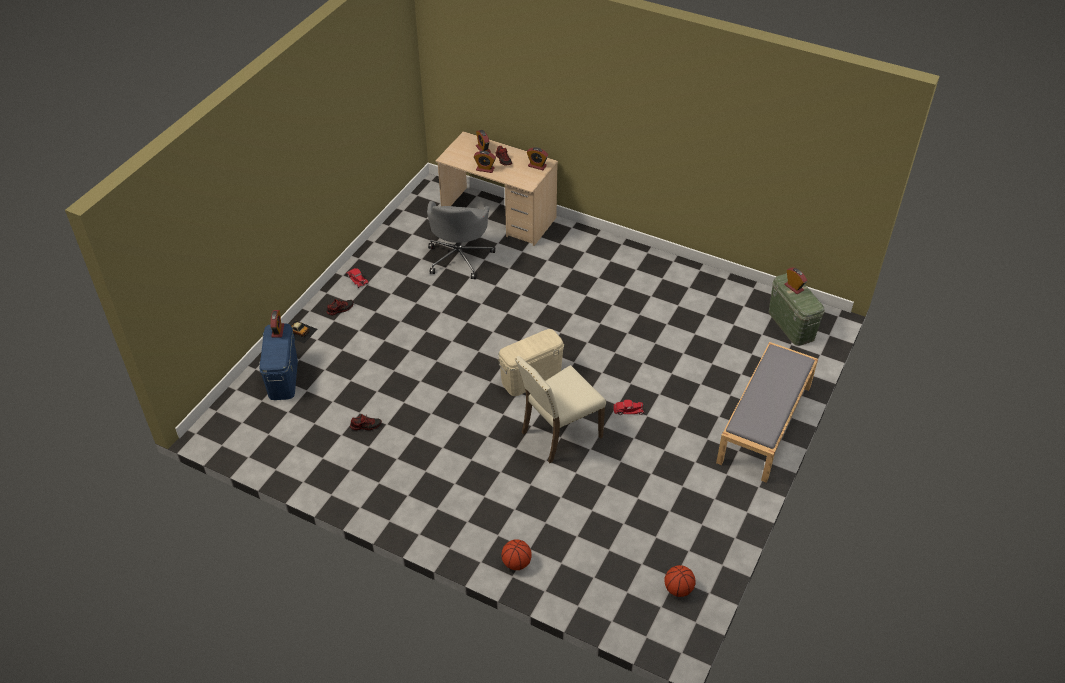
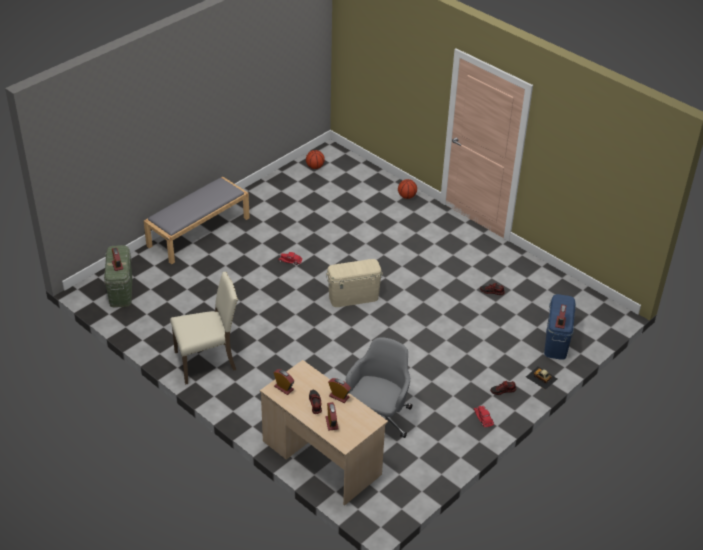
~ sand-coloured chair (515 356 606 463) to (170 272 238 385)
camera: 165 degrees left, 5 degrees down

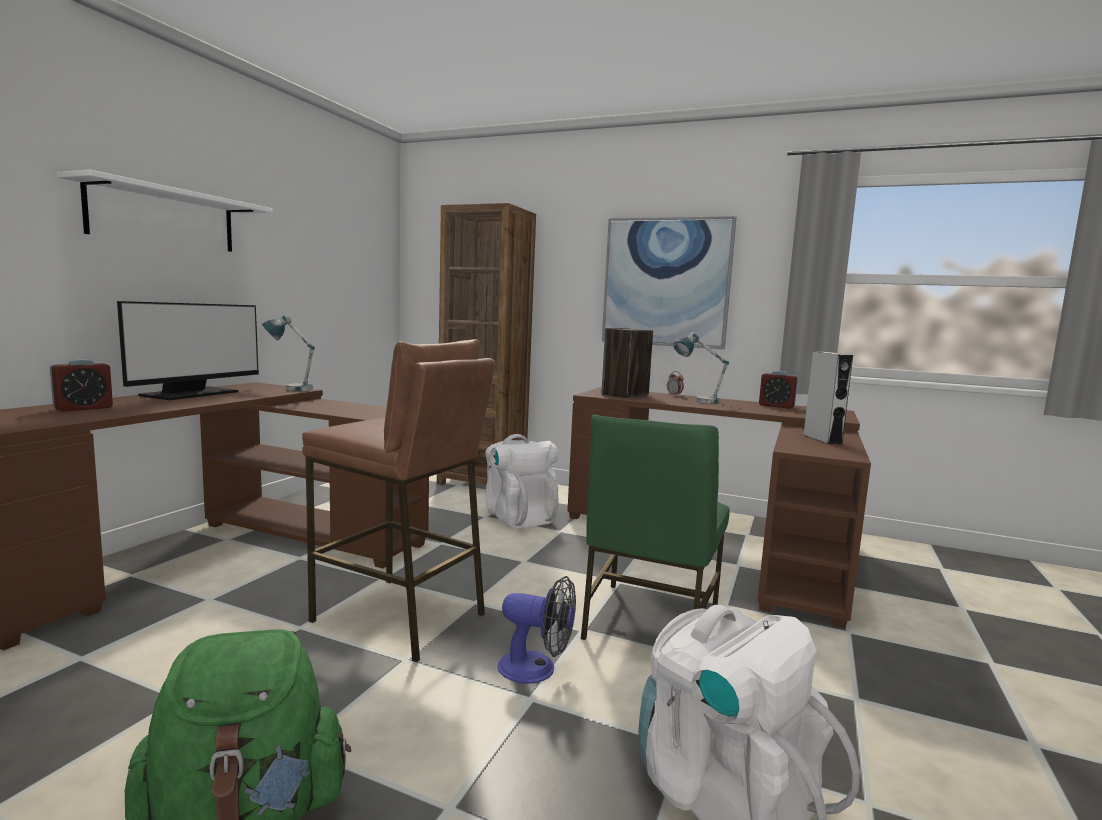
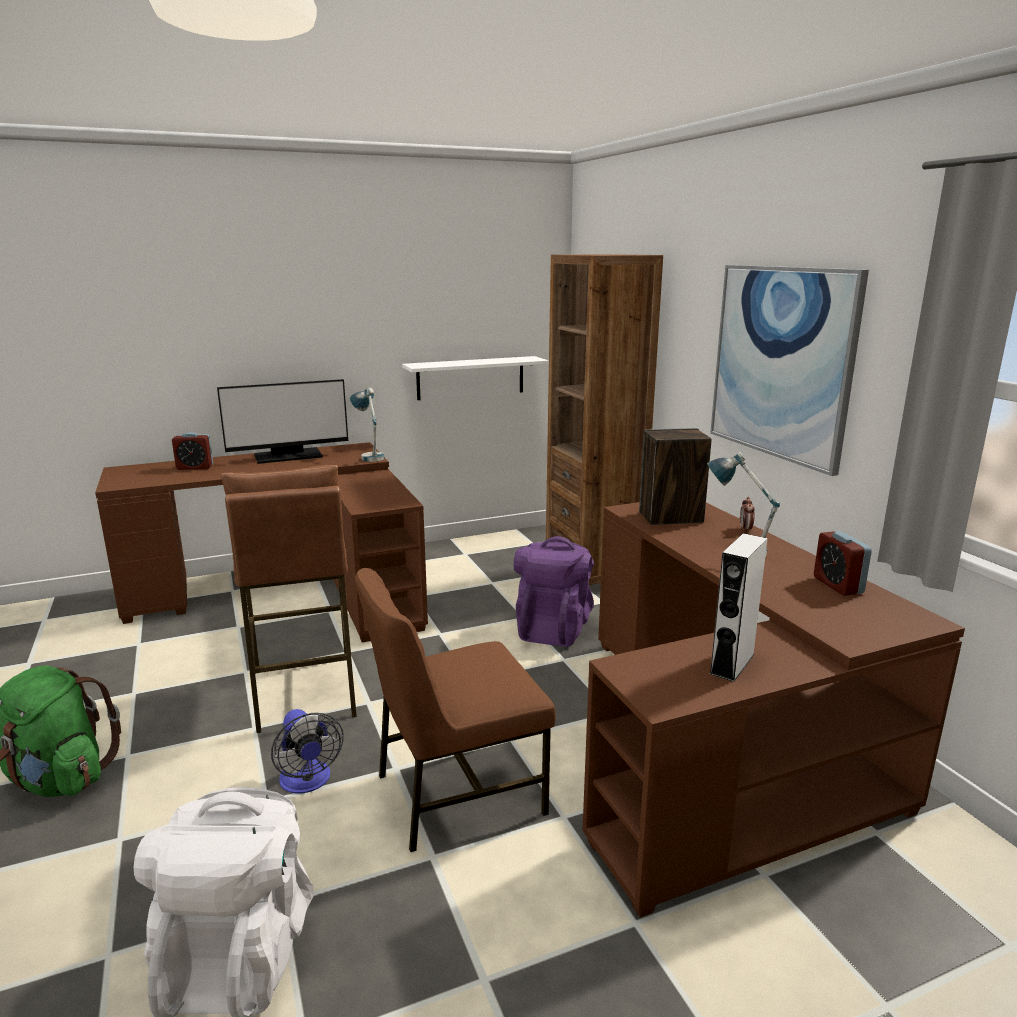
~ white-coloured wall shelf (57 170 273 252) to (402 356 549 400)
~ white-coloured knapsack (485 434 559 529) to purple-coloured knapsack (514 536 594 647)
~ greenish chair (581 415 729 640) to brown chair (355 568 556 852)
camera: 45 degrees right, 10 degrees up

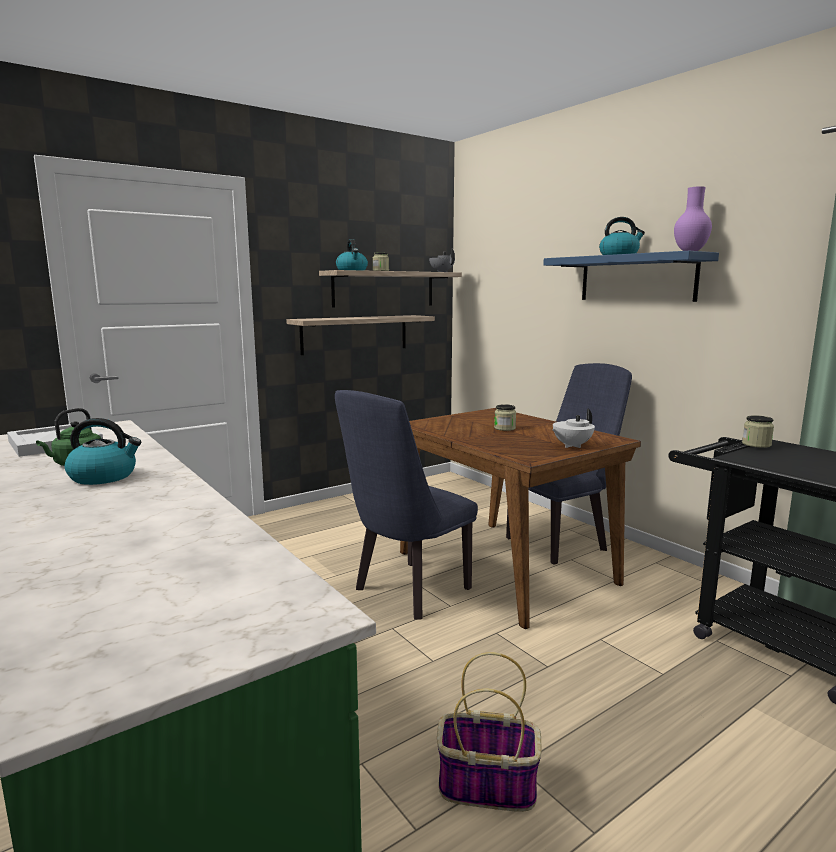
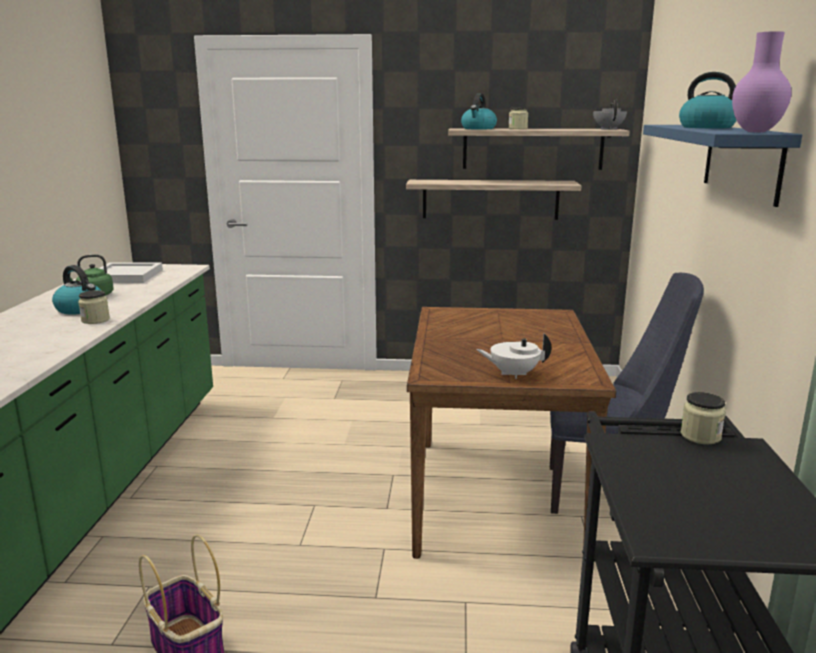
- blue-coloured chair (335 390 478 619)
~ jar (494 404 516 431) to (78 290 110 324)
camera: 40 degrees right, 5 degrees up

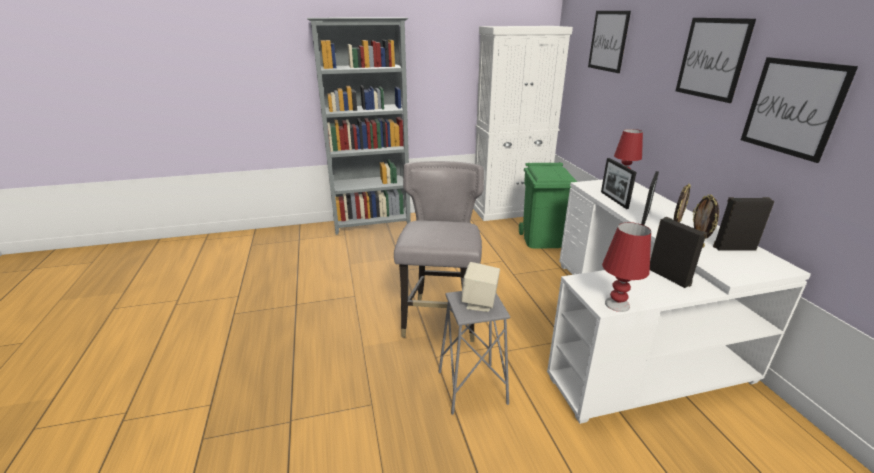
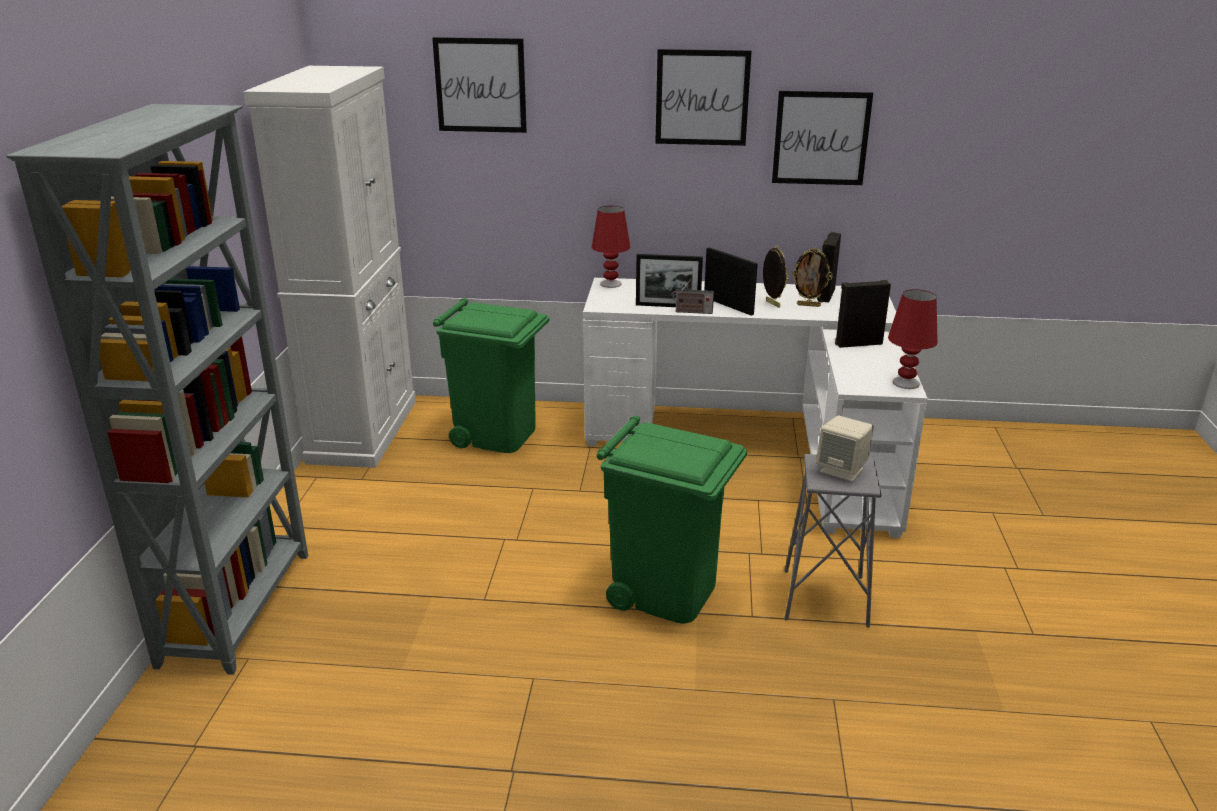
+ radio set (672 279 714 314)
~ gray chair (394 161 484 342) to greenish trash can (596 415 747 624)
camera: 70 degrees left, 0 degrees up

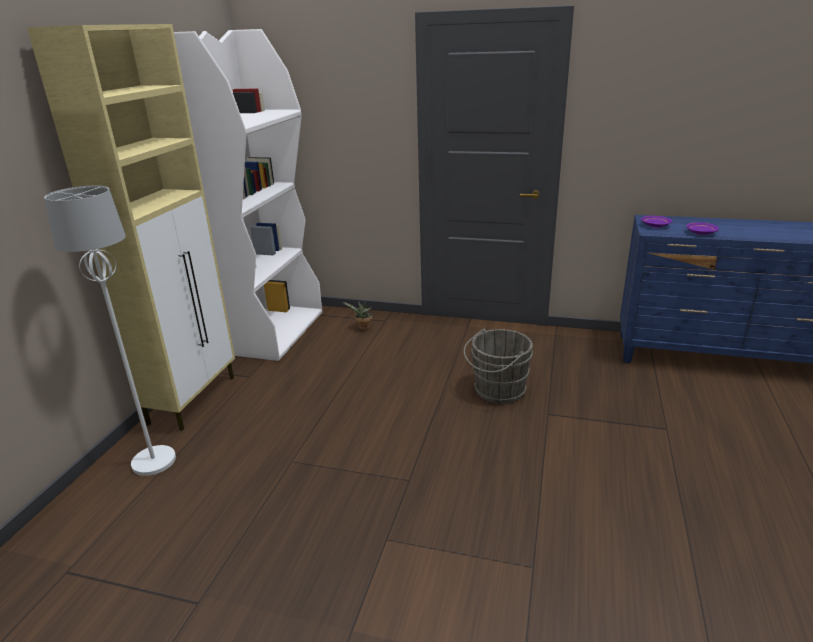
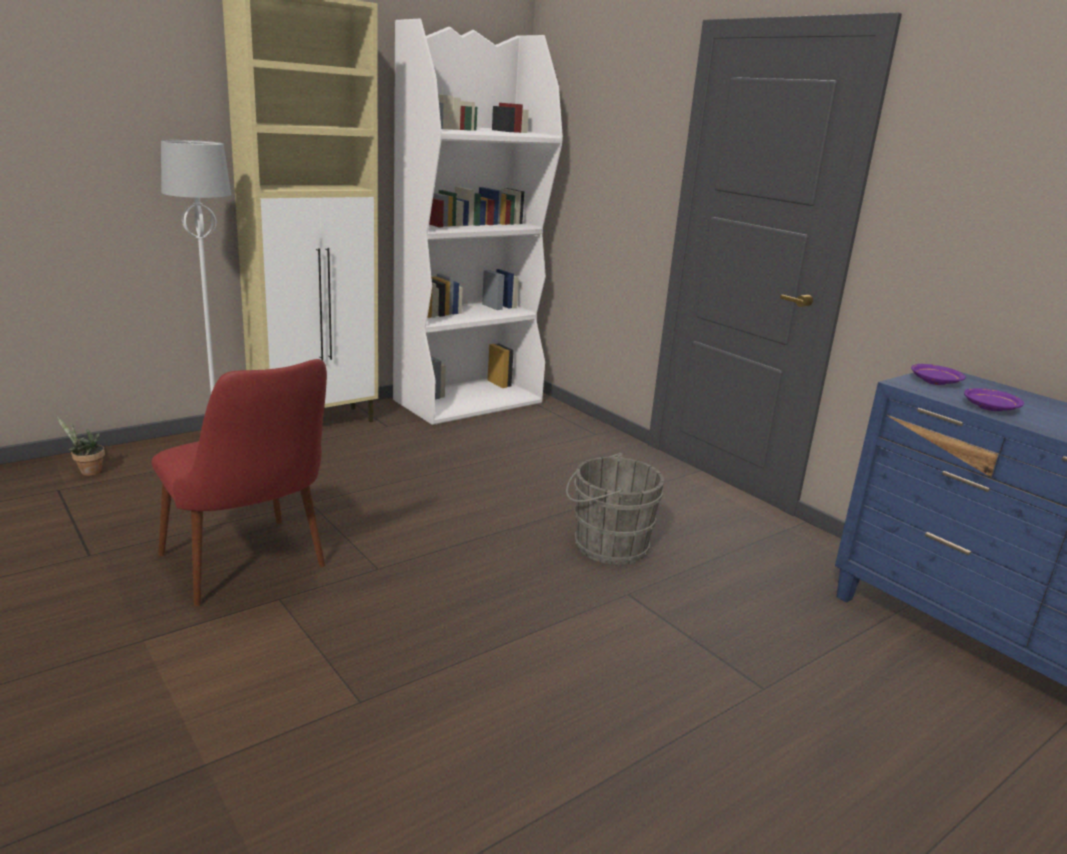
+ reddish chair (151 359 327 606)
~ houseplant (342 302 372 330) to (57 417 105 476)
camera: 35 degrees right, 5 degrees down

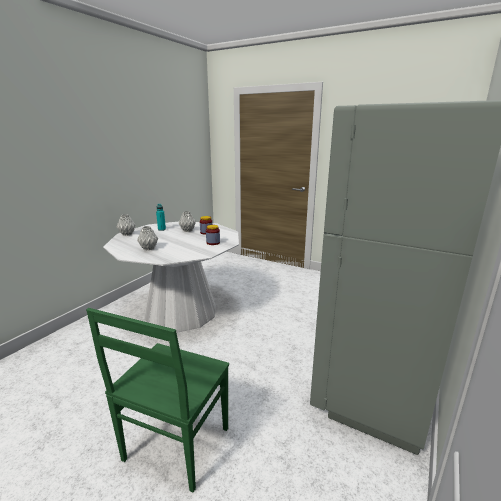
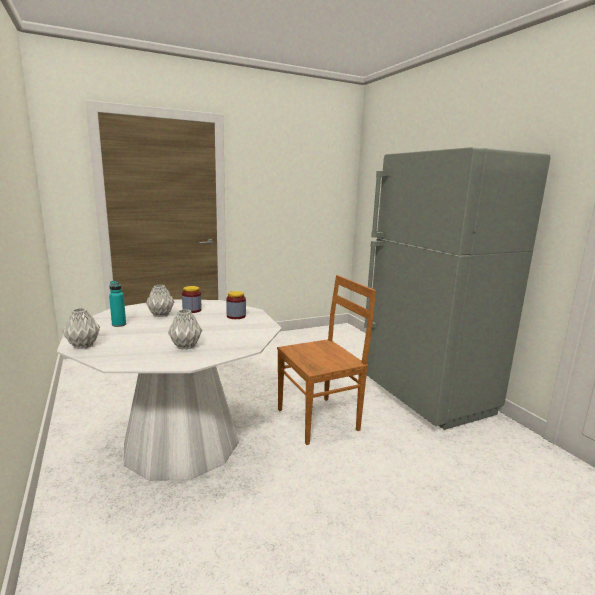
- greenish chair (86 308 229 492)
+ brown chair (277 275 376 445)
camera: 55 degrees left, 5 degrees down

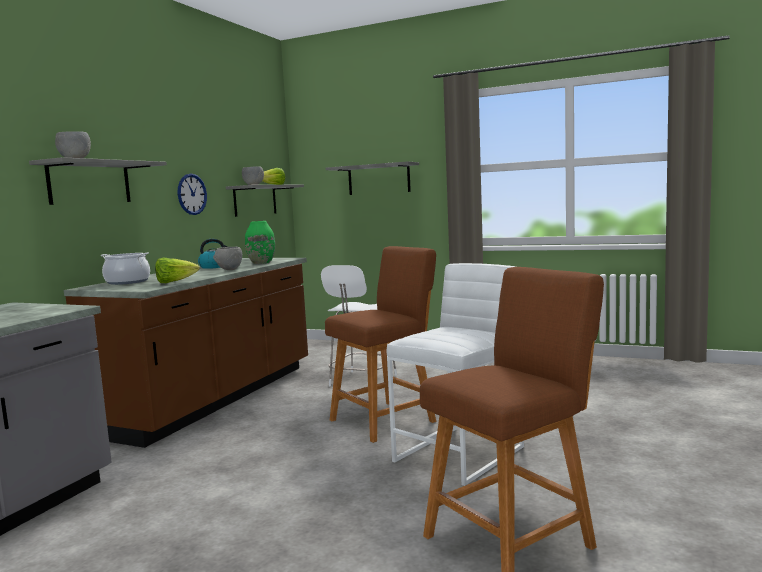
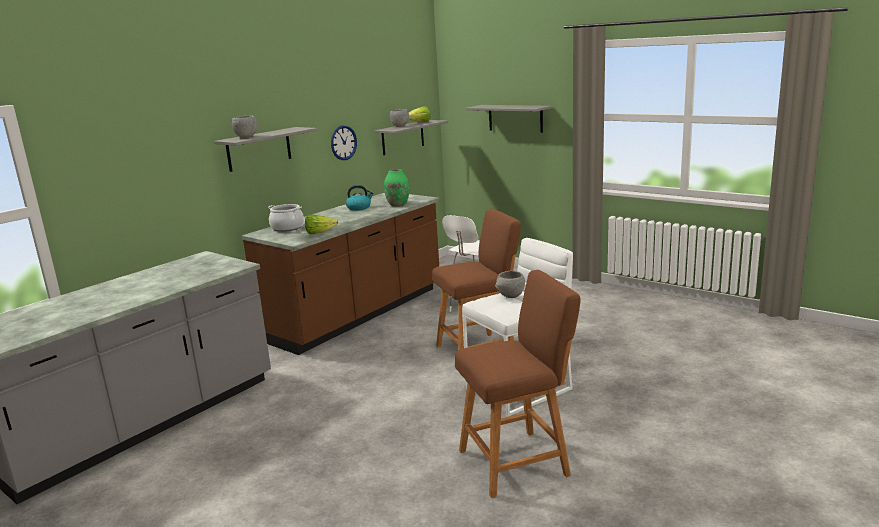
~ gray serving bowl (213 247 242 270) to (495 271 525 298)
camera: 15 degrees right, 10 degrees up

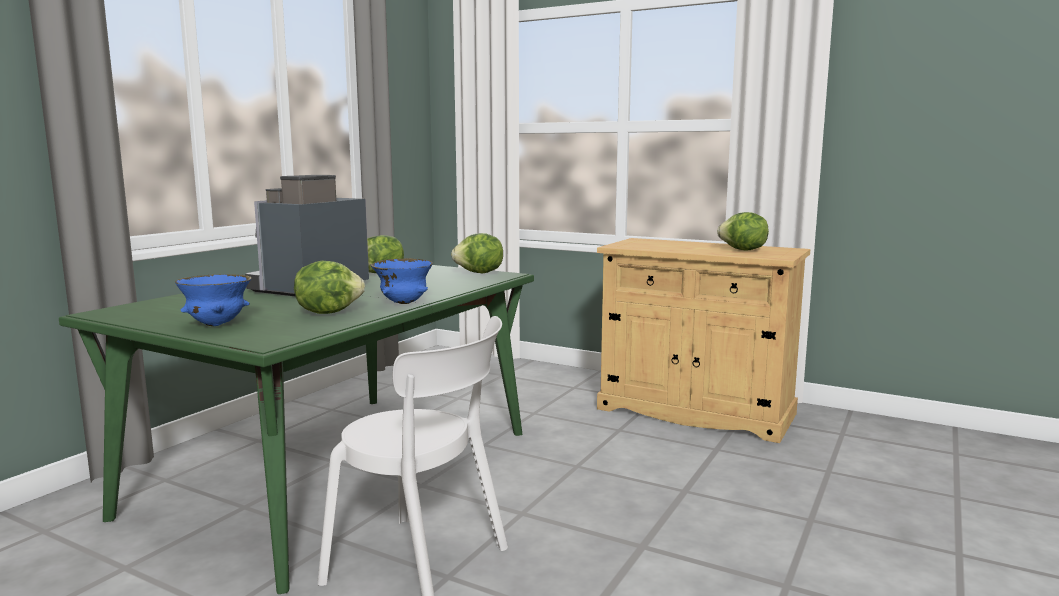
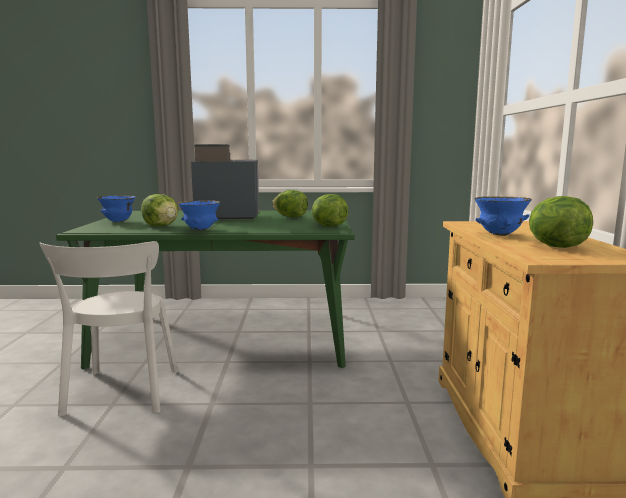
+ blue-coloured serving bowl (474 196 532 236)
camera: 60 degrees right, 0 degrees up

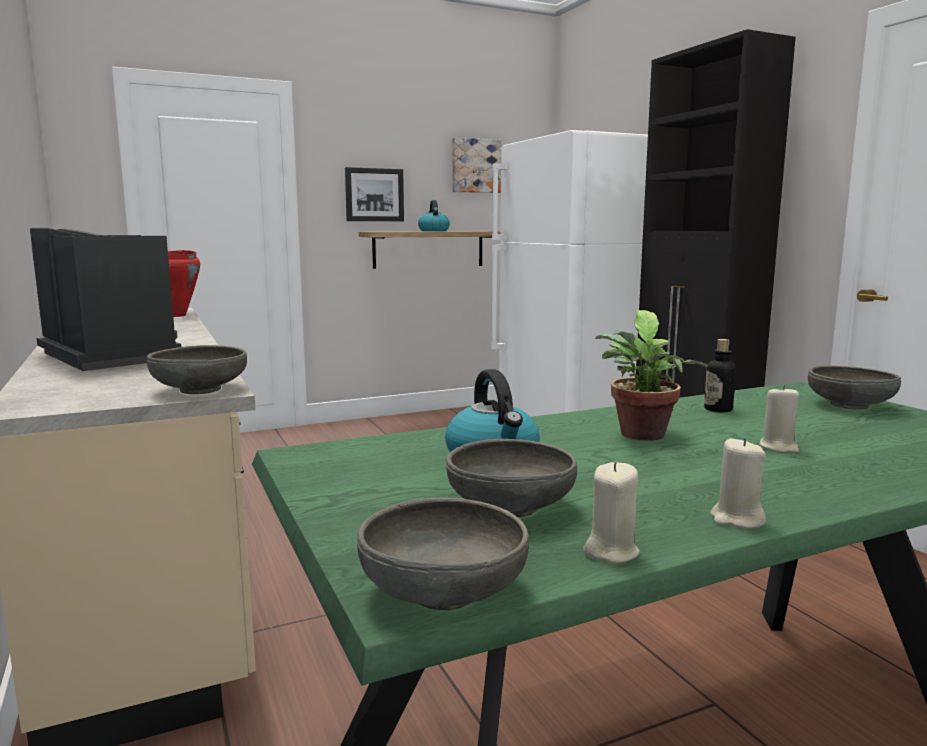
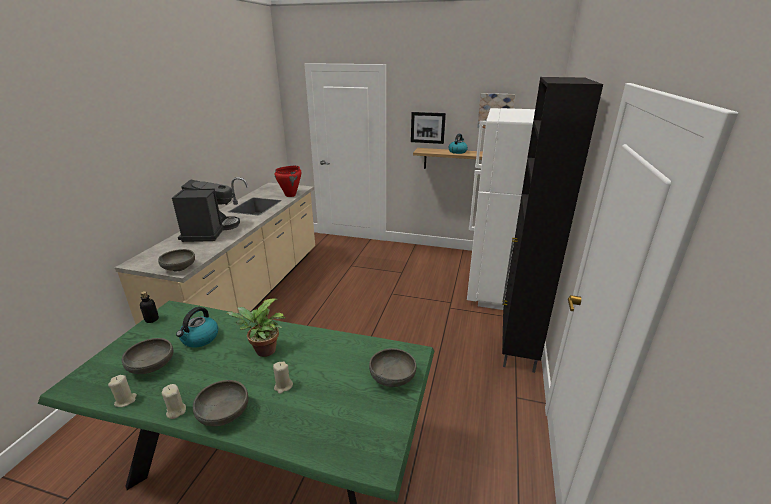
~ gray serving bowl (357 498 529 610) to (193 380 248 426)
~ beverage bottle (704 339 736 412) to (140 291 159 323)
camera: 40 degrees right, 15 degrees up

